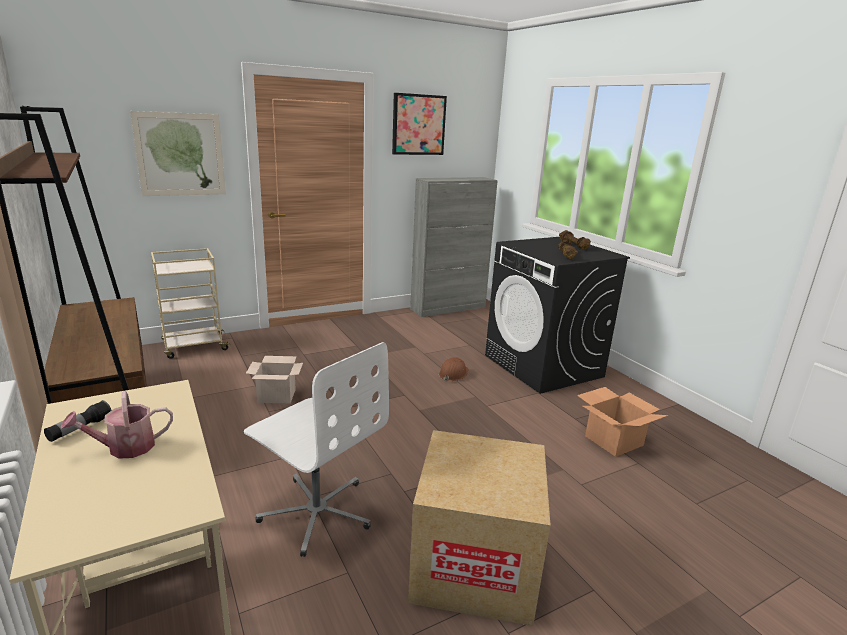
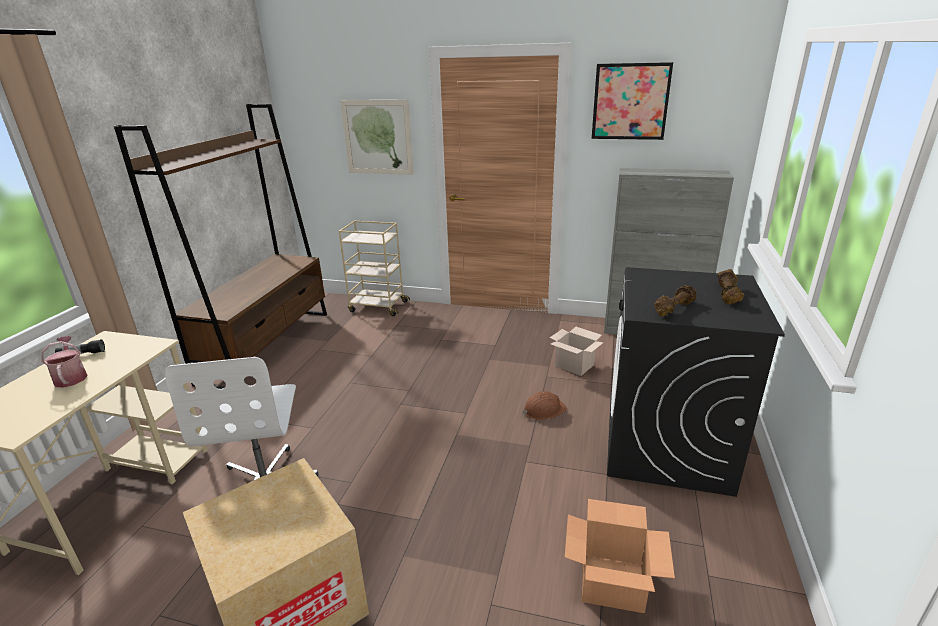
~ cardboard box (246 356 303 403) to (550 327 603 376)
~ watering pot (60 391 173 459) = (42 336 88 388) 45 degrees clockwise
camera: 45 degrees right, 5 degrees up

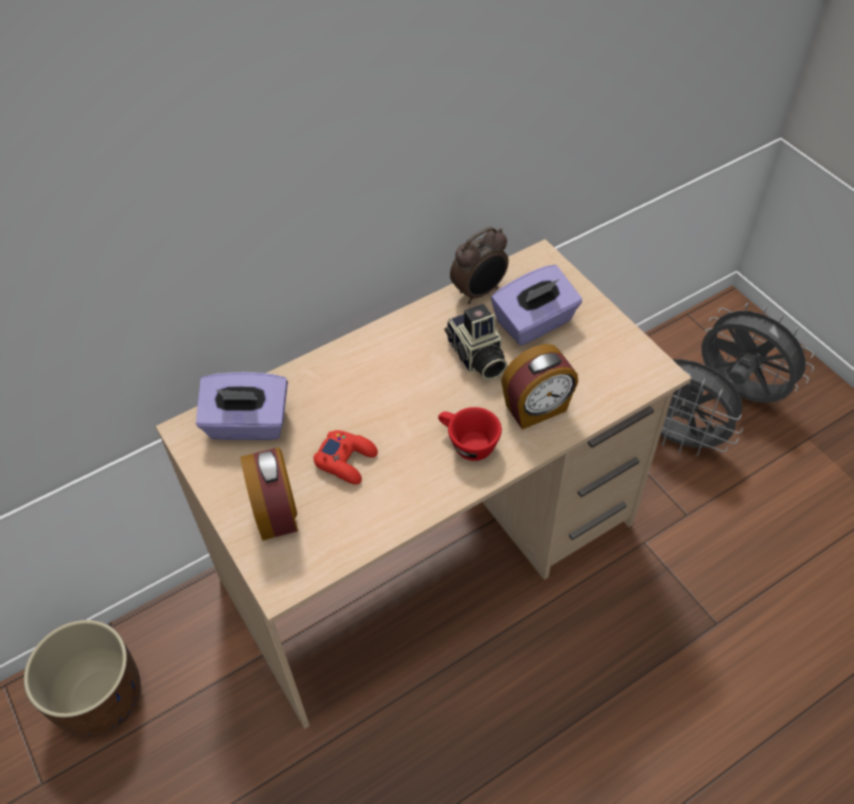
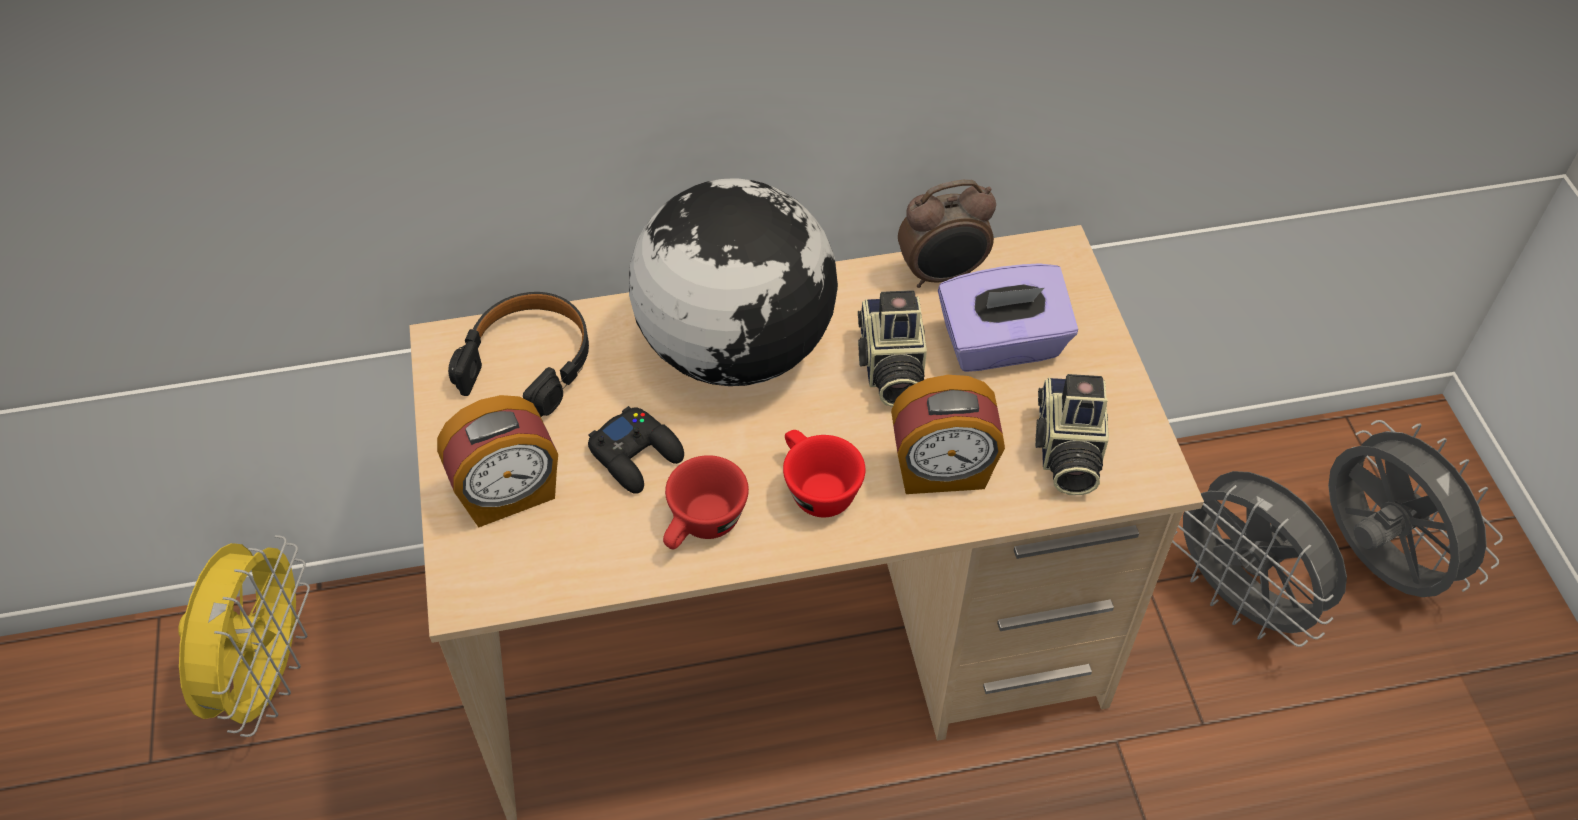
+ globe (629 178 838 386)
+ reddish drinking cup (663 455 749 550)
+ photo camera (1035 374 1109 495)
~ brown planter (24 620 141 737) to yellow-coloured fan (178 535 310 737)
~ purple-coloured tissue box (196 372 288 440) to blackish headset (448 292 589 417)
~ reddish game controller (313 430 378 485) to blackish game controller (588 406 684 494)
~ bedside clock (240 447 298 541) = (437 395 558 528) 60 degrees clockwise
camera: 20 degrees right, 0 degrees up

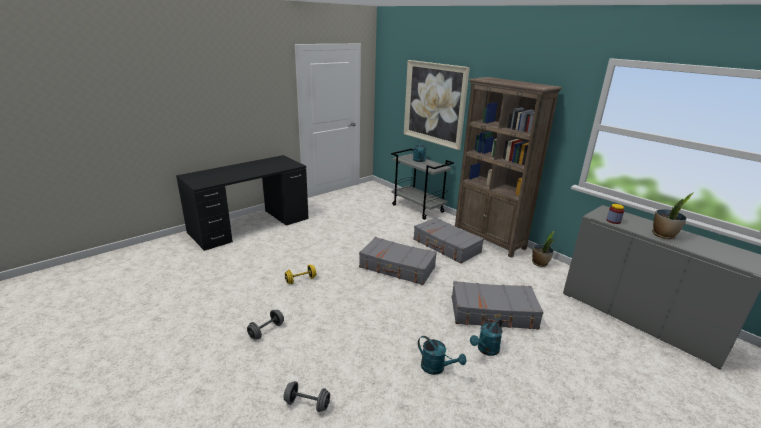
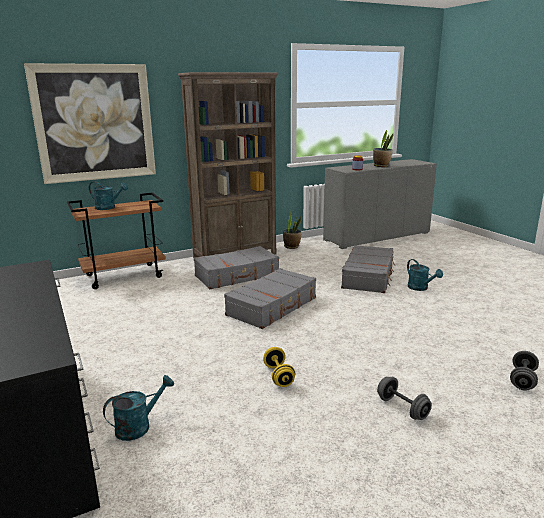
~ turquoise-coloured watering pot (418 336 466 375) to (103 375 174 441)
~ gray cart (391 149 454 220) to brown cart (67 192 166 289)
camera: 75 degrees left, 5 degrees down

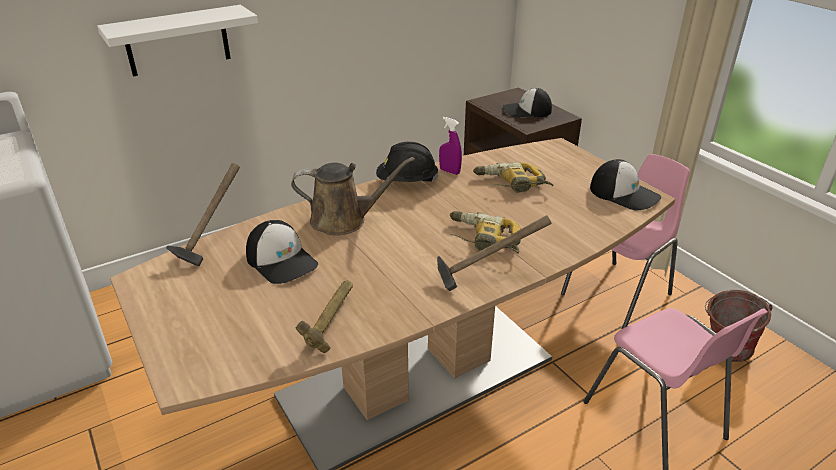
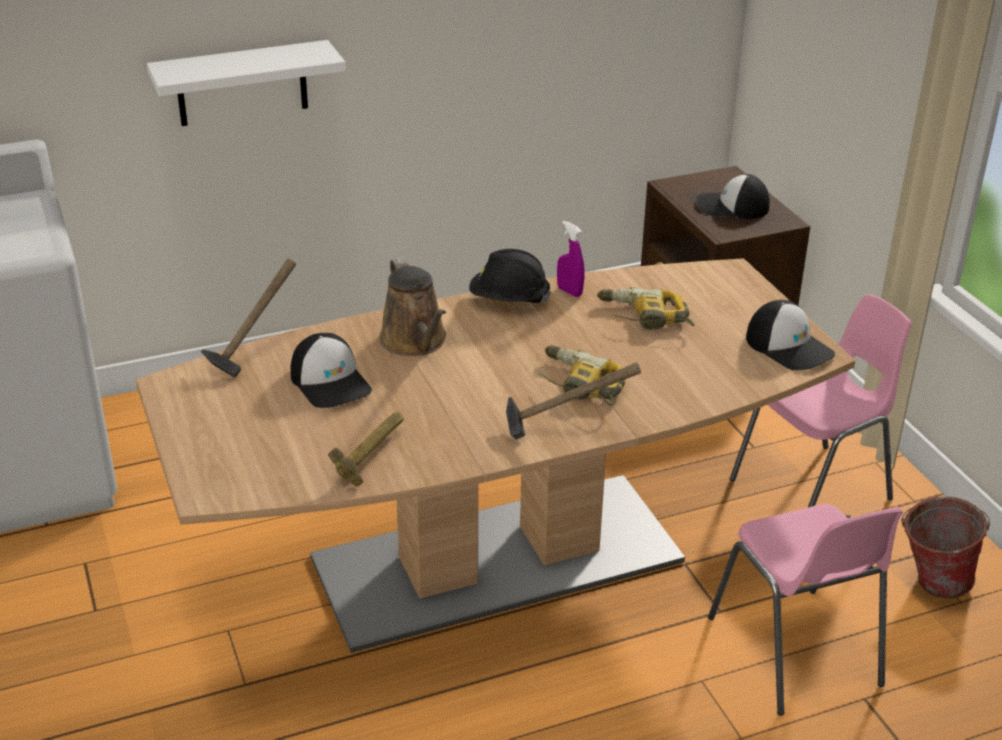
~ brown watering pot (291 157 415 236) = (379 257 446 356) 60 degrees clockwise
camera: 10 degrees right, 0 degrees up

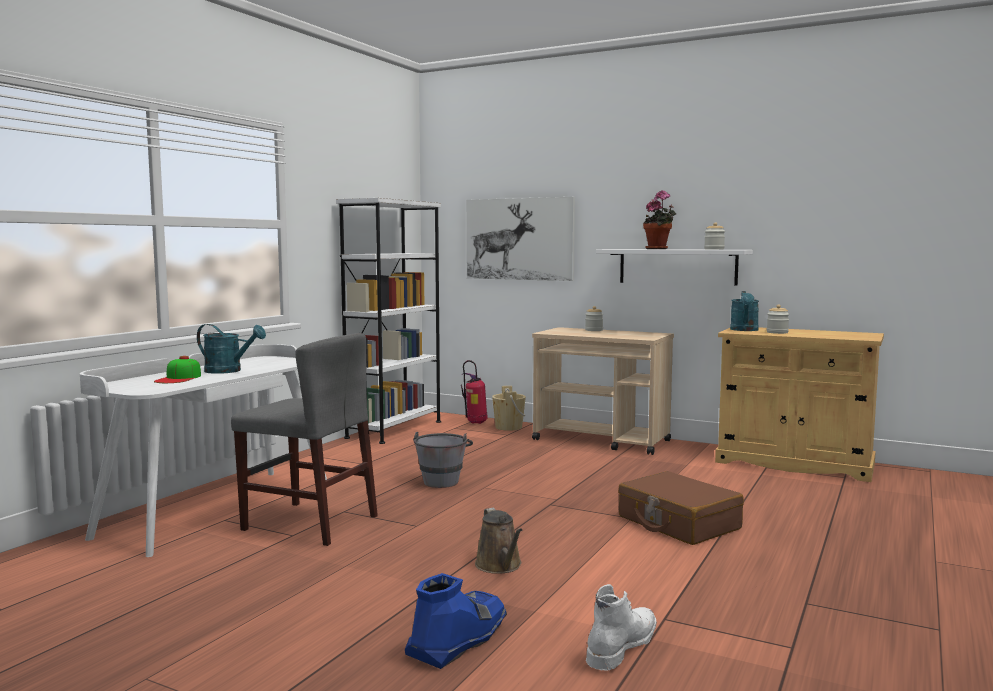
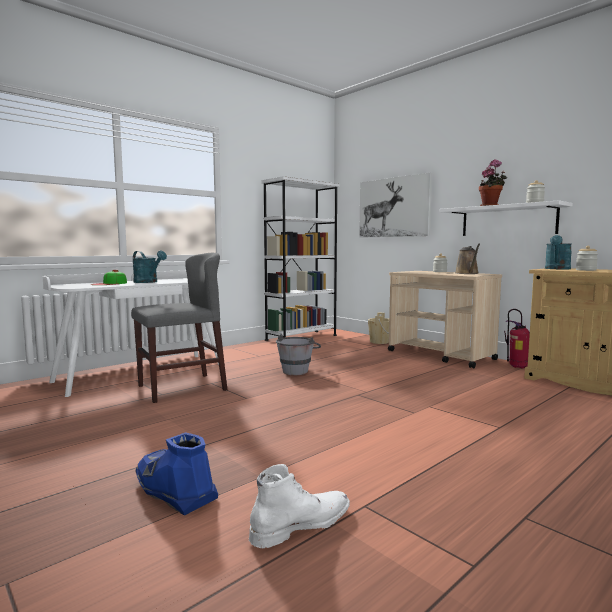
- brown piece of luggage (618 471 744 545)
~ fire extinguisher (461 360 488 424) to (504 309 530 368)
~ brown watering pot (475 508 522 574) to (455 244 480 274)
~ gray chair (231 333 378 546) = (131 253 228 403) 75 degrees counterclockwise
~ blue-coloured tall boot (405 573 507 669) = (135 432 218 516) 105 degrees counterclockwise
camera: 20 degrees right, 0 degrees up

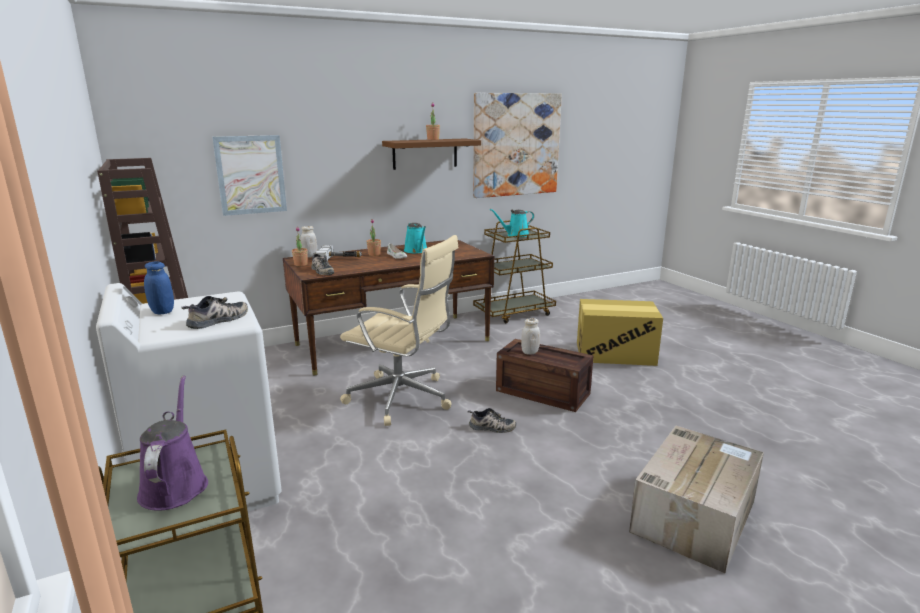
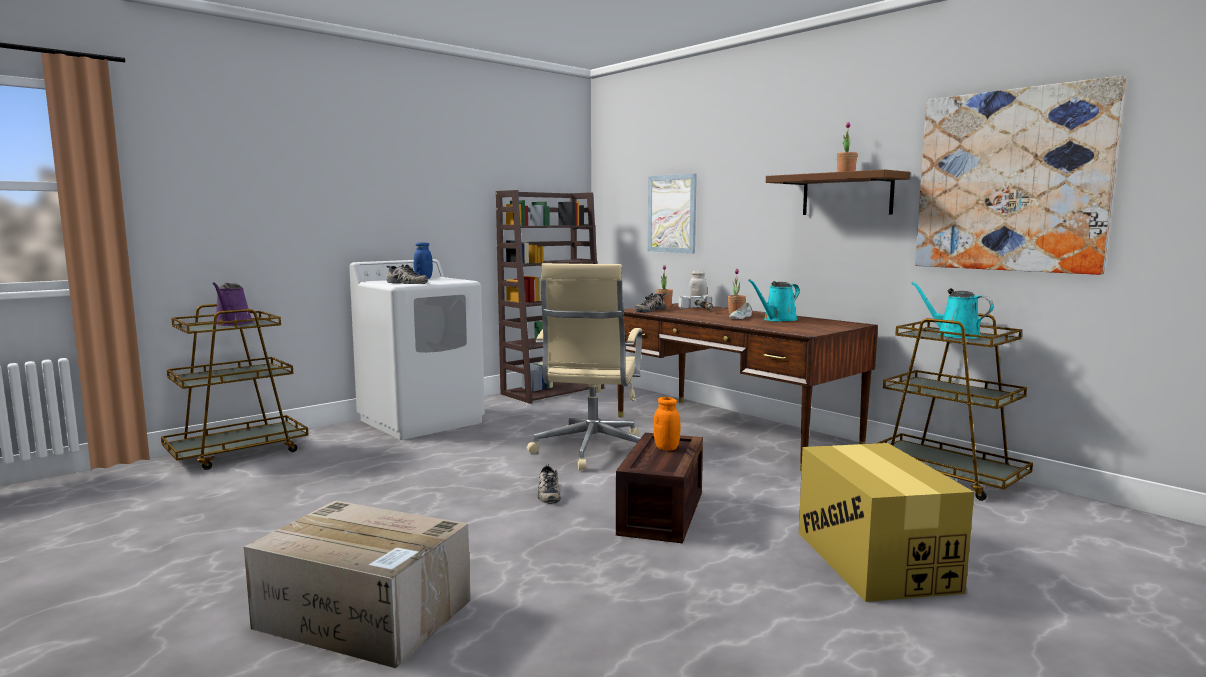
~ white-coloured jar (521 318 540 355) to orange-coloured jar (654 397 680 451)
~ purple-coloured watering pot (137 376 208 511) = (212 282 253 326) 105 degrees clockwise
camera: 75 degrees right, 10 degrees down

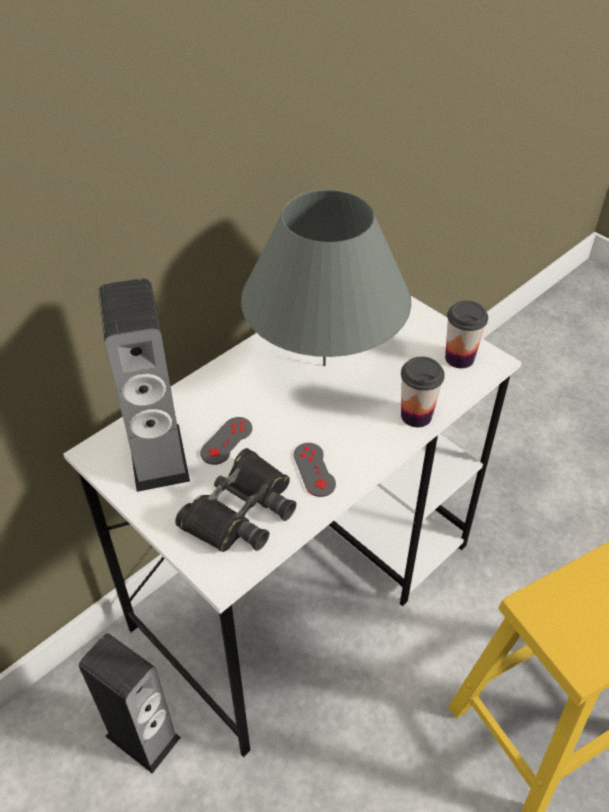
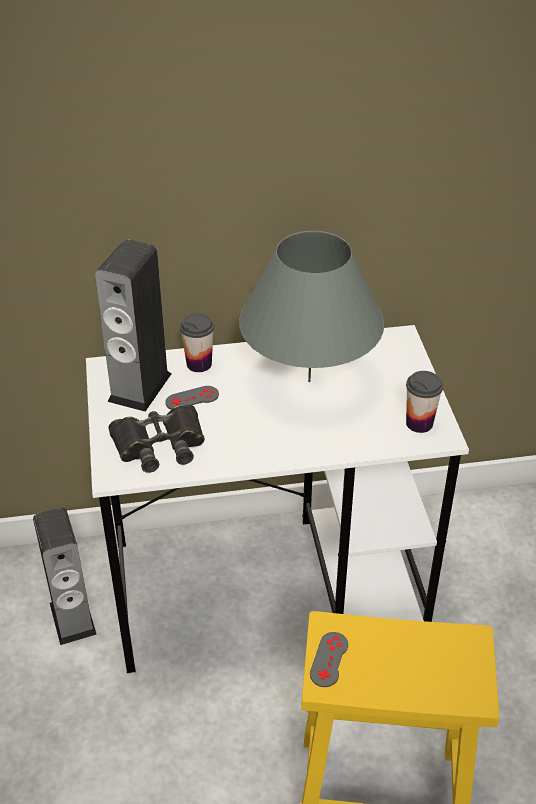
~ gray game controller (294 443 336 497) to (310 632 348 687)
~ drinking cup (401 357 445 427) to (180 313 214 372)
camera: 35 degrees right, 5 degrees down

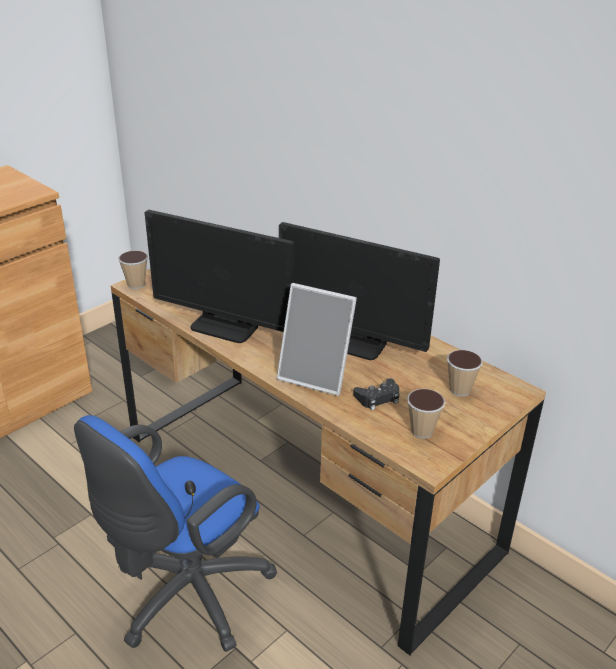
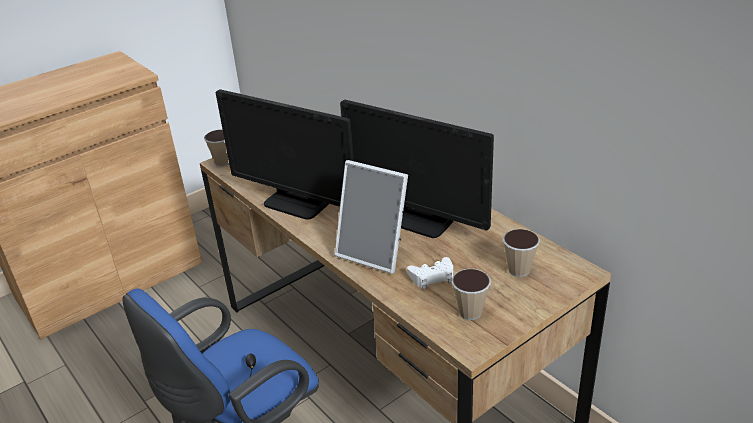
~ blackish game controller (353 378 400 410) to white-coloured game controller (407 257 453 289)
camera: 10 degrees right, 0 degrees up

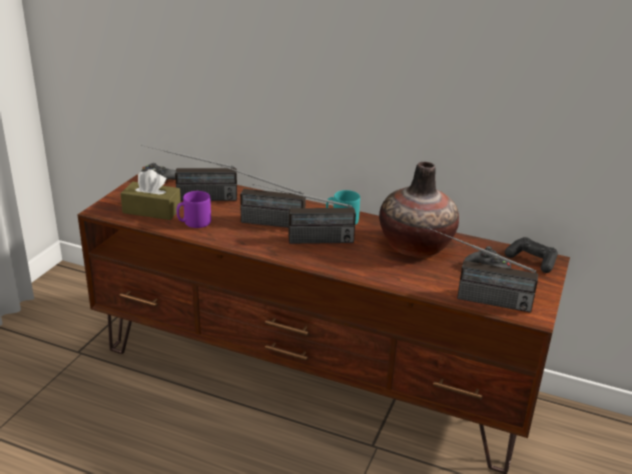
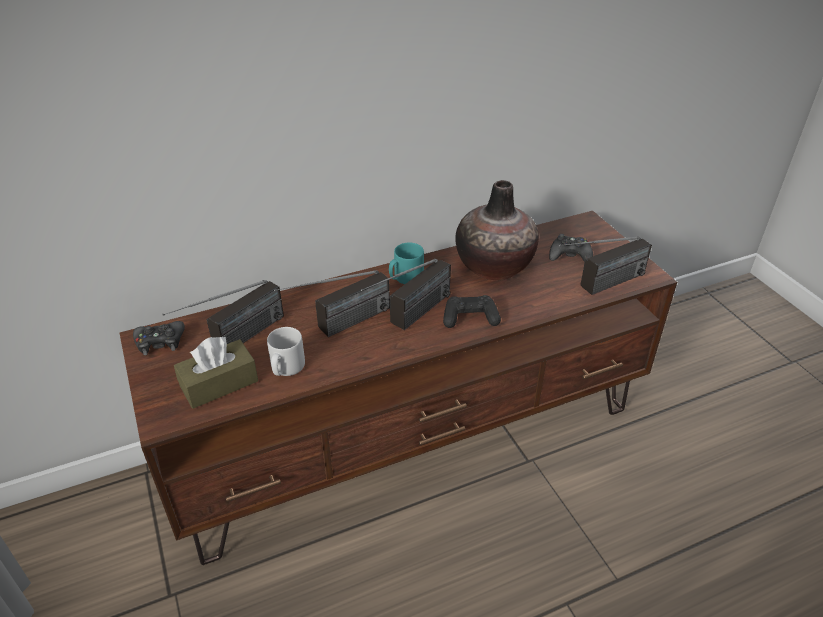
~ blackish game controller (505 237 558 273) to (443 295 501 328)
~ purple-coloured coffee mug (177 191 211 228) to gray coffee mug (267 327 305 376)
camera: 45 degrees left, 10 degrees up

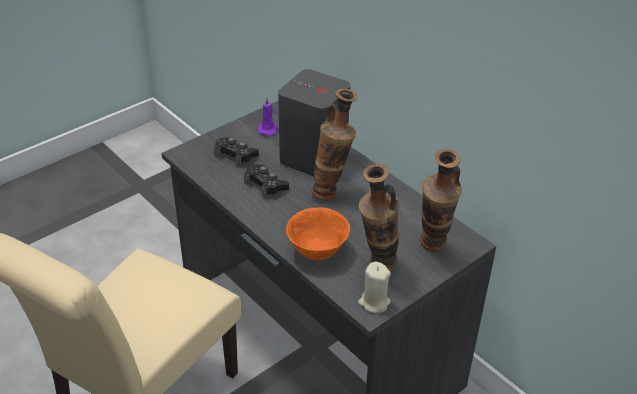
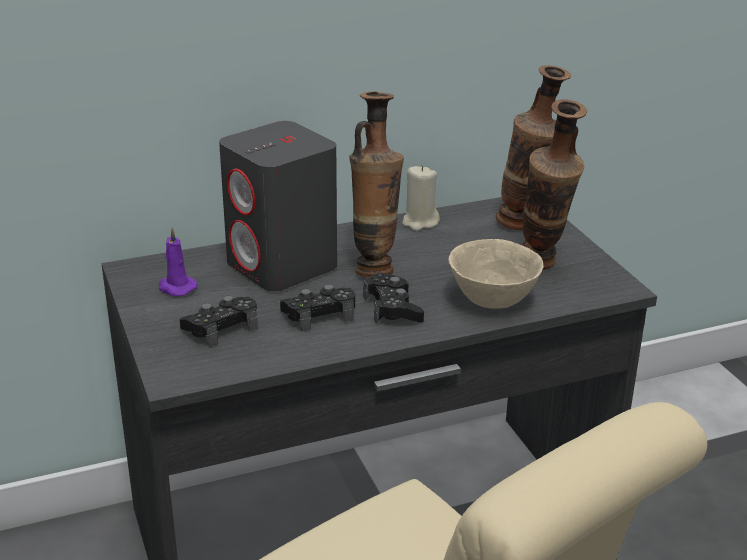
+ blackish game controller (363 273 424 324)
~ sand-coloured wax candle (358 262 391 313) to (402 166 440 231)
~ orange-coloured serving bowl (286 207 350 260) to sand-coloured serving bowl (449 239 543 309)
camera: 70 degrees left, 10 degrees down

